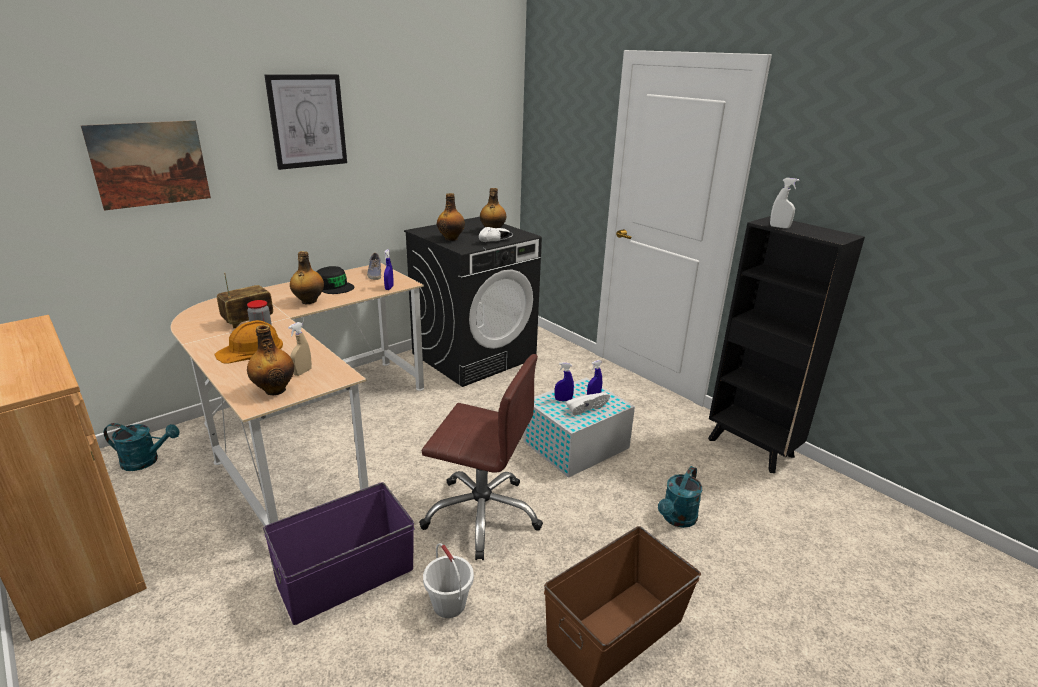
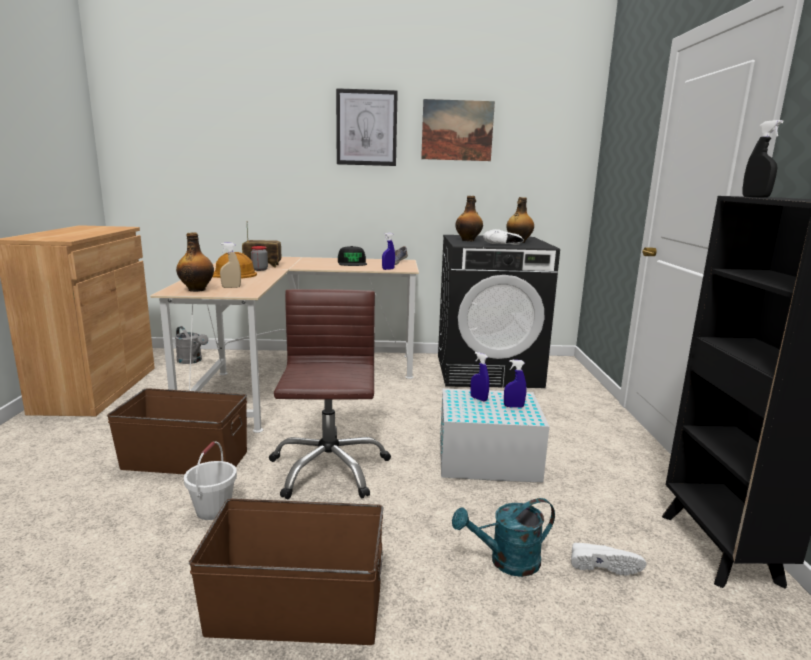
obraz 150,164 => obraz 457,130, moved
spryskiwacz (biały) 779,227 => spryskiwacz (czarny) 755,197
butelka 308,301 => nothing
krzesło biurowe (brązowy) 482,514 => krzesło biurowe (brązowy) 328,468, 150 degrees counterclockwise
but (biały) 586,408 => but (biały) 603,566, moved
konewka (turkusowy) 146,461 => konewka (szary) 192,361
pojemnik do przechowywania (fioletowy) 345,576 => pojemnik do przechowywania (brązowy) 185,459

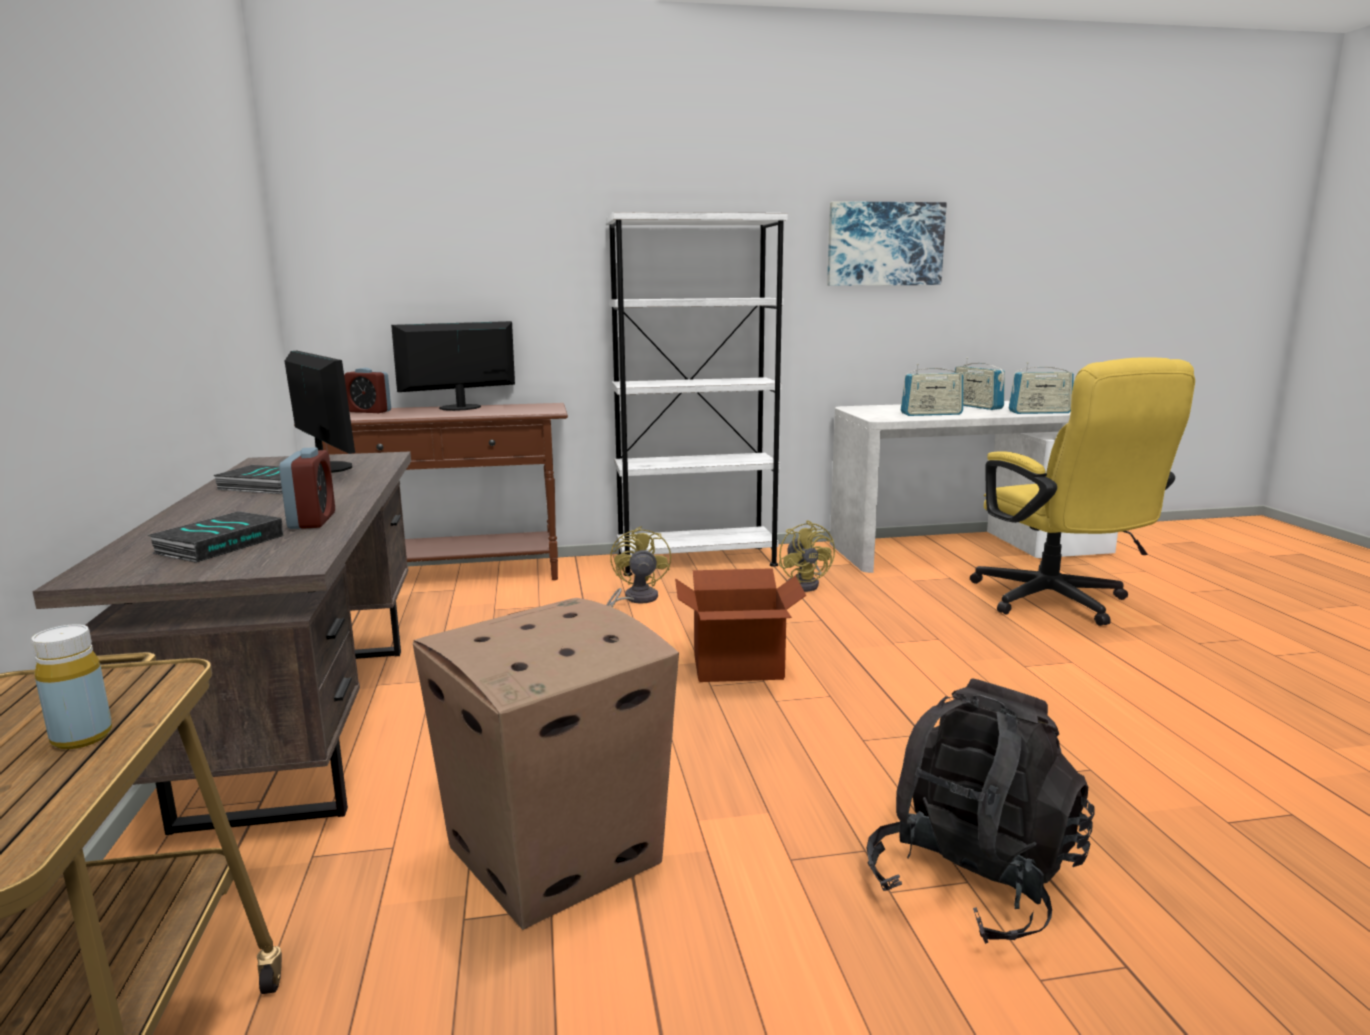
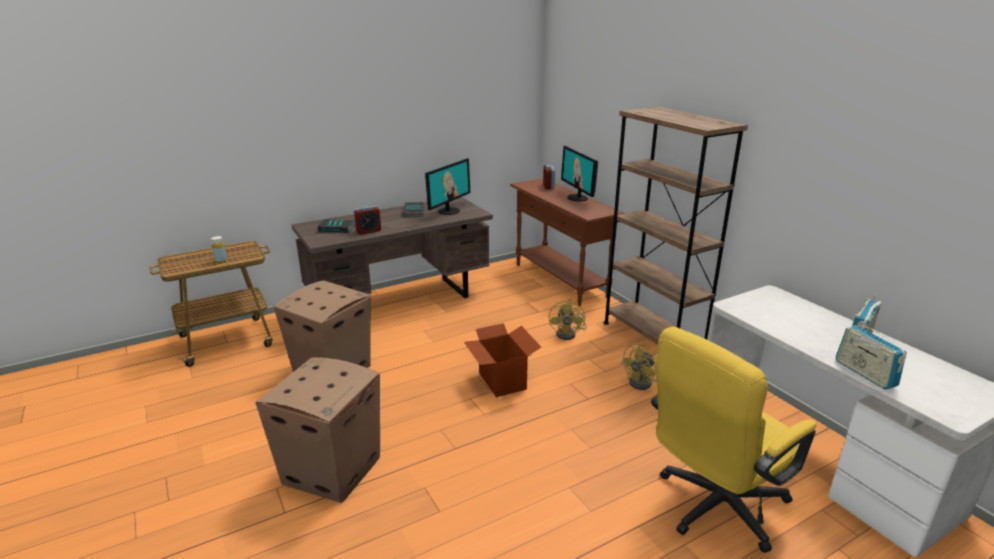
obraz 884,244 => nothing
regał (biały) 696,560 => regał (brązowy) 652,338
monitor 460,408 => monitor 578,198, 150 degrees counterclockwise
radio 931,414 => nothing
wentylator (żółty) 635,600 => wentylator (żółty) 569,334, 120 degrees clockwise
plecak (czarny) 973,881 => karton 333,470

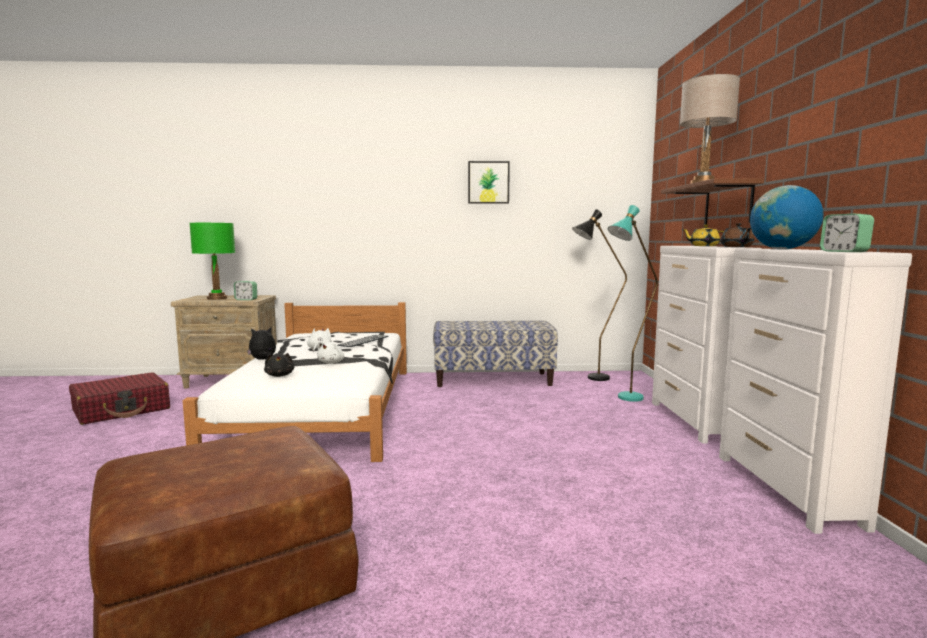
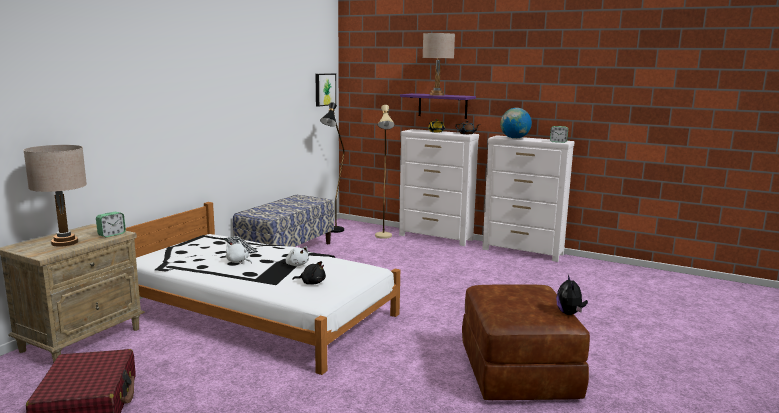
obraz 488,182 => obraz 324,89, moved
półka (brązowy) 728,204 => półka (fioletowy) 442,106
lampa stojąca (turkusowy) 624,399 => lampa stojąca (beżowy) 384,238
lampa stołowa (zielony) 217,298 => lampa stołowa (beżowy) 65,242
pluszak 263,359 => pluszak 569,313, moved

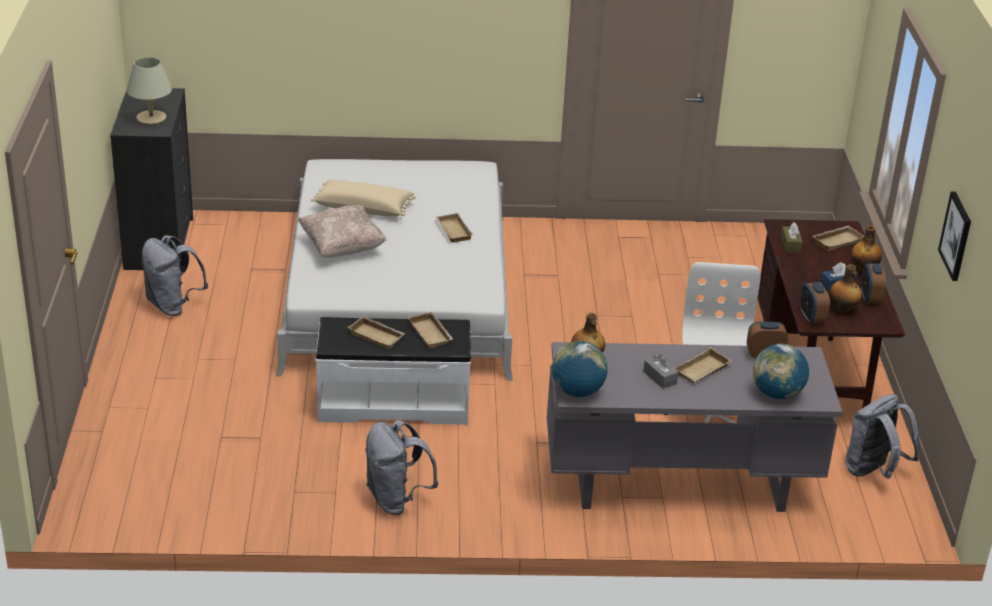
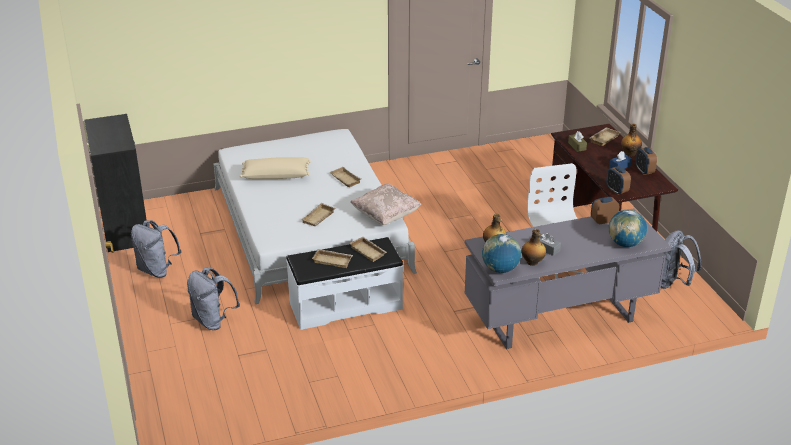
lampa stołowa (beżowy) 151,118 => nothing
obraz 956,236 => nothing
poduszka (beżowy) 342,248 => poduszka (beżowy) 386,216, moved
butelka 842,310 => butelka 532,262, moved
taca (beżowy) 702,371 => taca (beżowy) 319,218, moved
plecak (szary) 397,500 => plecak (szary) 213,321, moved

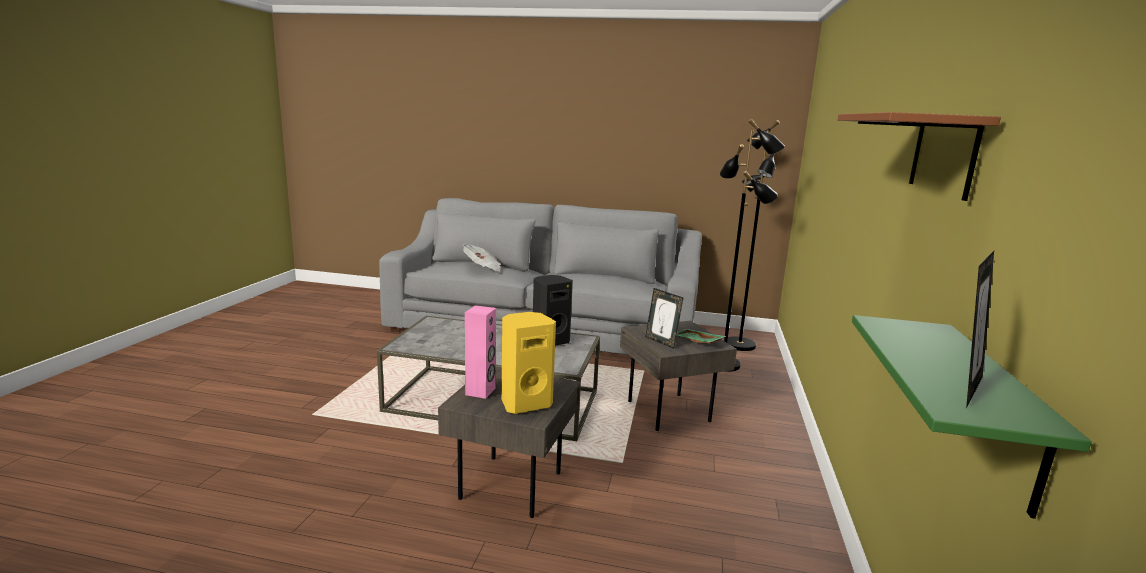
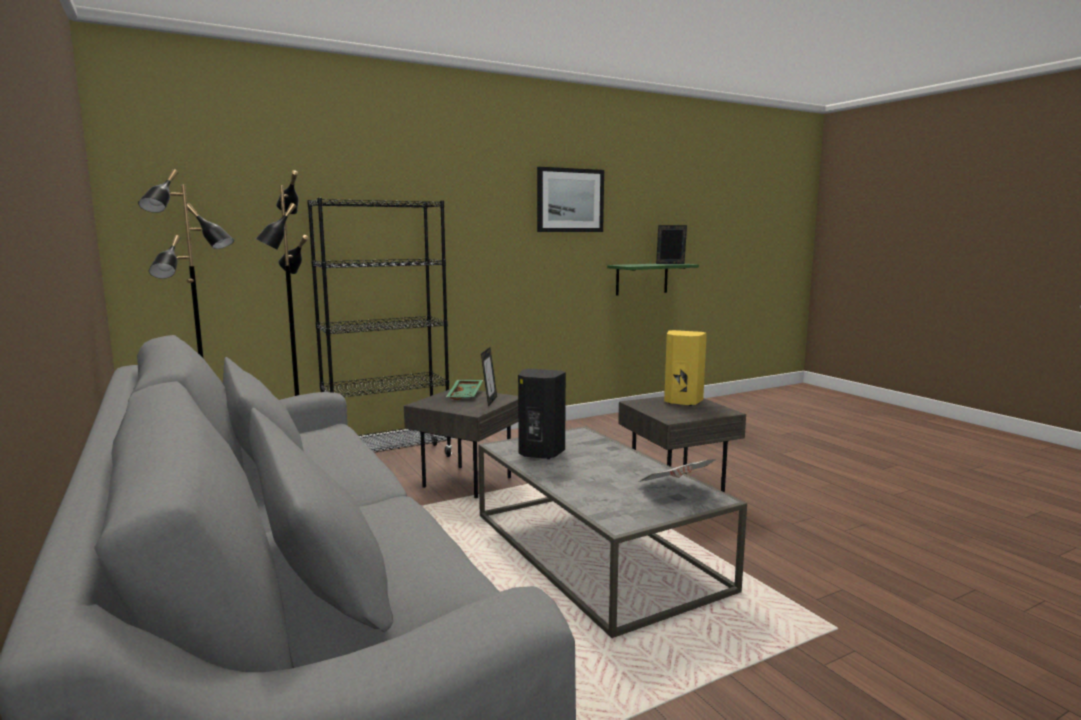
półka (brązowy) 943,154 => obraz 570,200
gazeta 482,268 => gazeta 675,490, moved
głośnik (różowy) 481,391 => nothing
nothing => regał (czarny) 388,459

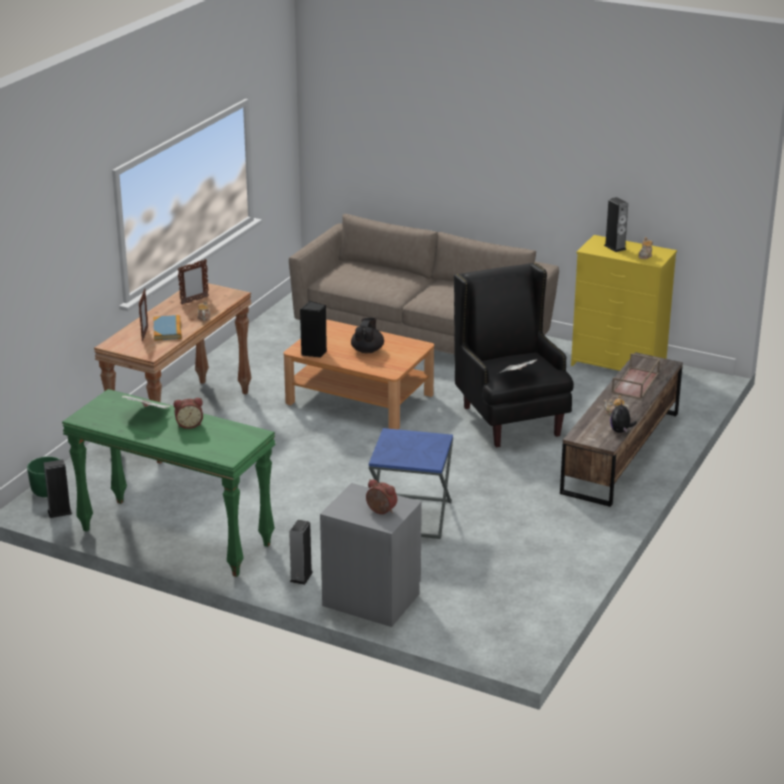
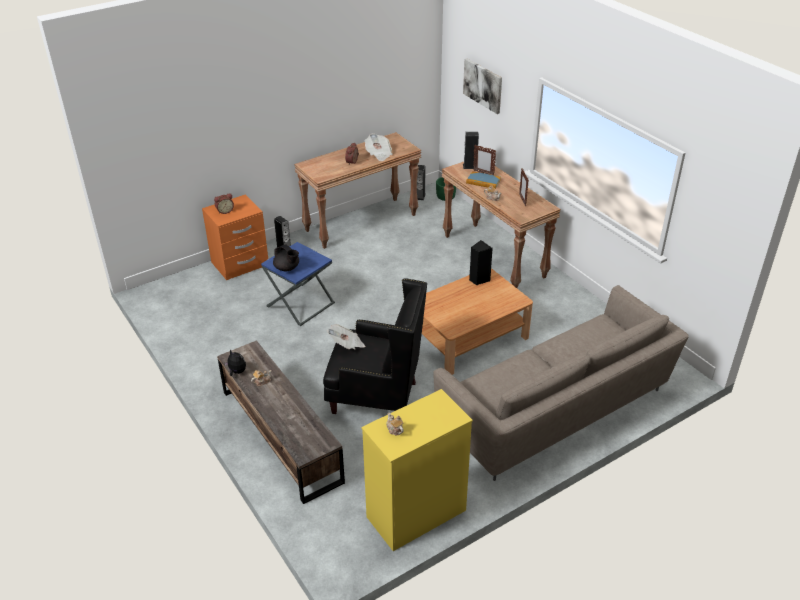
głośnik 615,247 => głośnik 470,166, moved
imbryk (czarny) 367,350 => imbryk (czarny) 287,268, moved
taca (brązowy) 636,383 => nothing
stolik konsolowy (zielony) 174,538 => stolik konsolowy (brązowy) 361,222
szafka nocna (szary) 372,599 => szafka nocna (pomarańczowy) 240,264
nothing => obraz 483,85

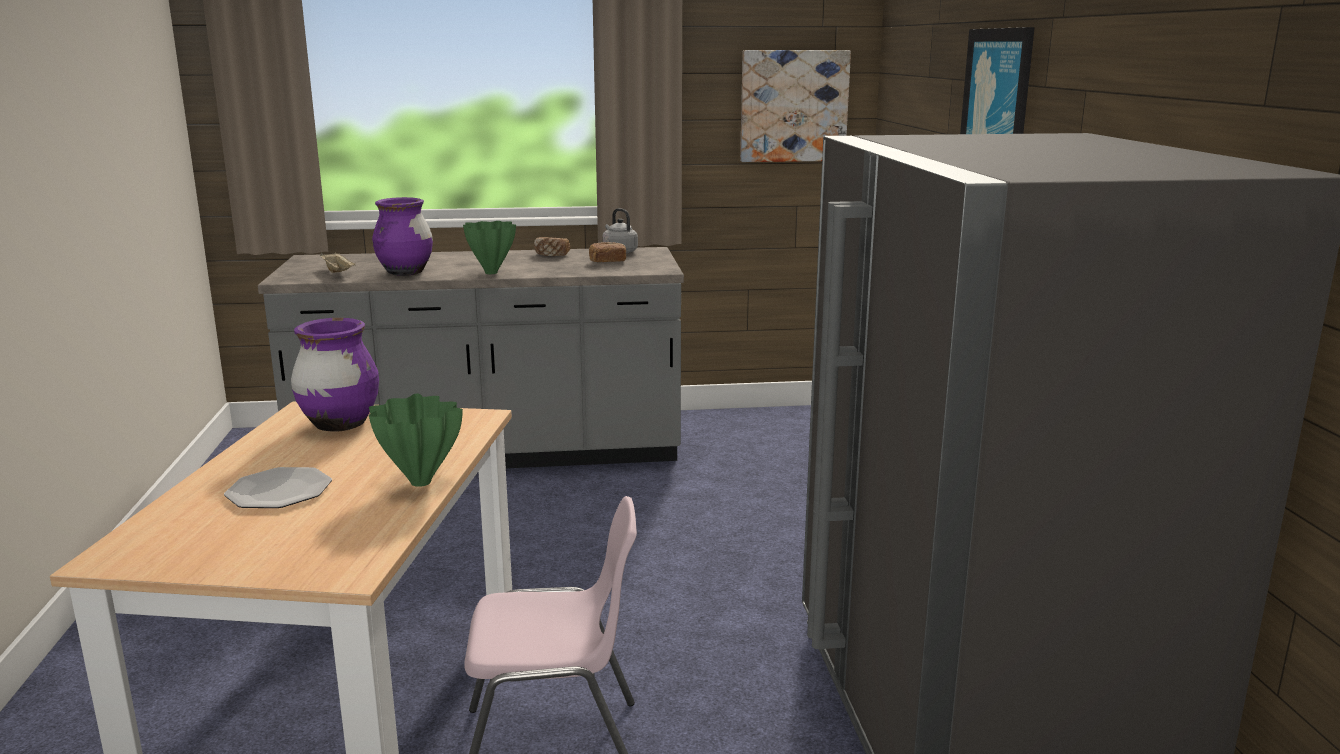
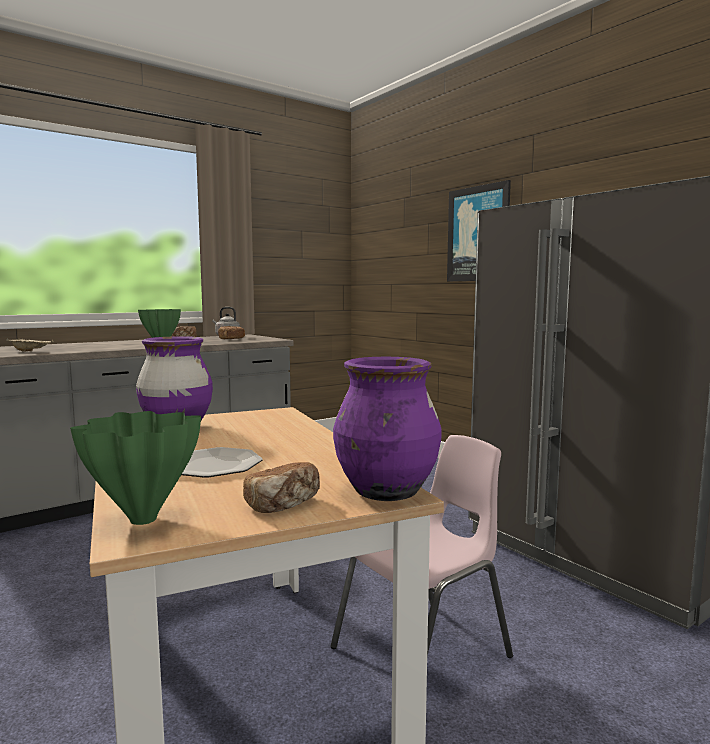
obraz 793,106 => nothing
wazon (fioletowy) 405,273 => wazon (fioletowy) 387,492, moved
wazon (zielony) 419,482 => wazon (zielony) 140,520, moved
nothing => chleb 284,504

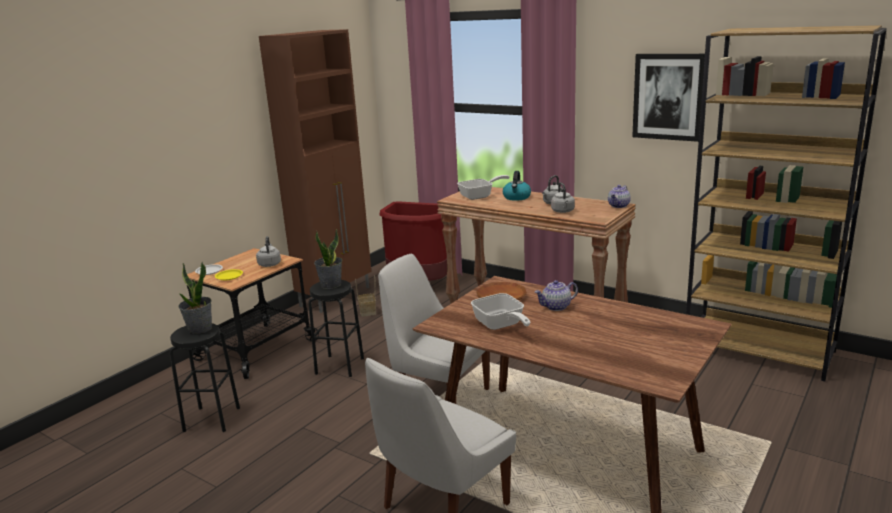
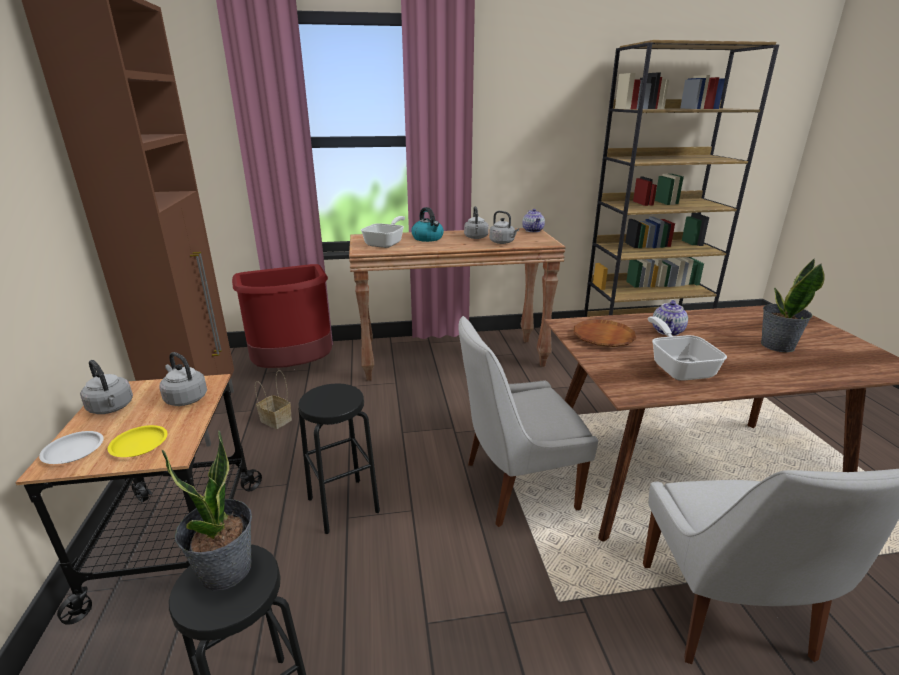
obraz 668,96 => nothing
roślina doniczkowa 330,285 => roślina doniczkowa 776,345, moved
patelnia 500,325 => patelnia 678,367, 120 degrees counterclockwise
nothing => czajnik (szary) 112,408

